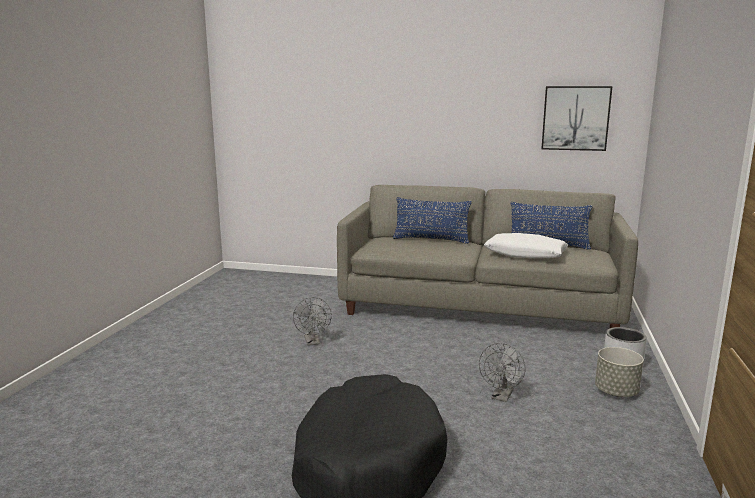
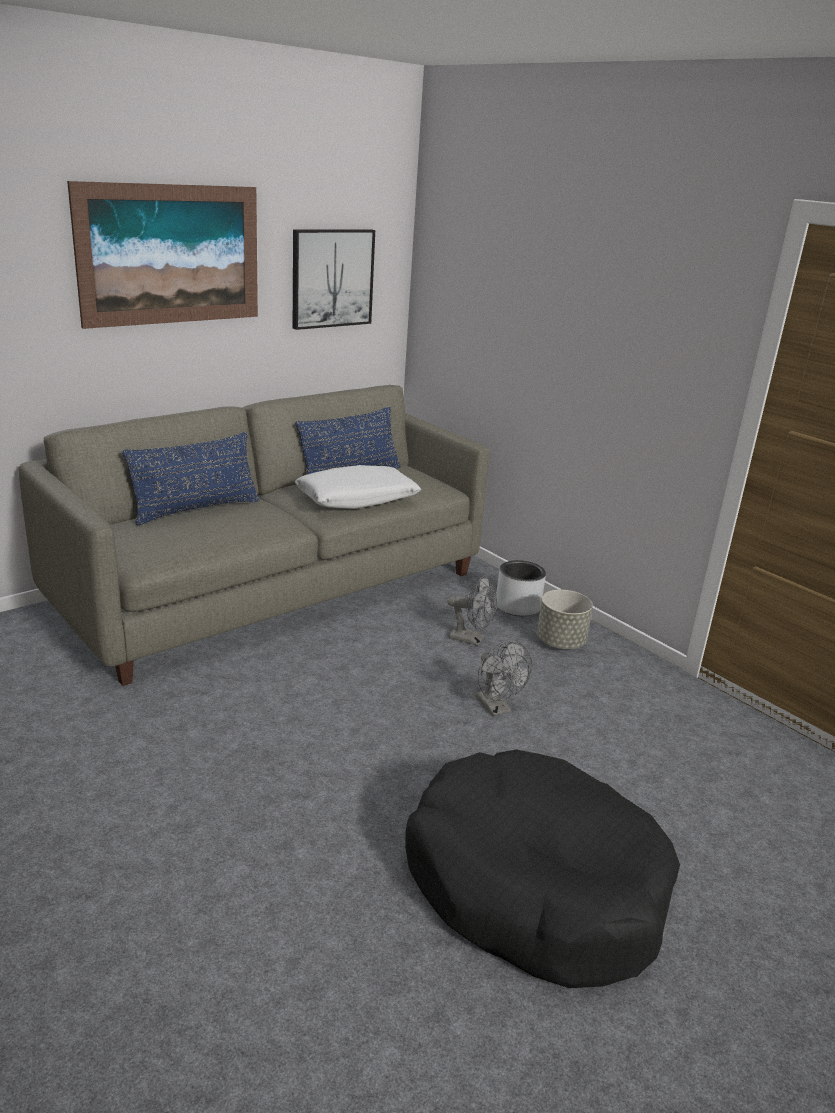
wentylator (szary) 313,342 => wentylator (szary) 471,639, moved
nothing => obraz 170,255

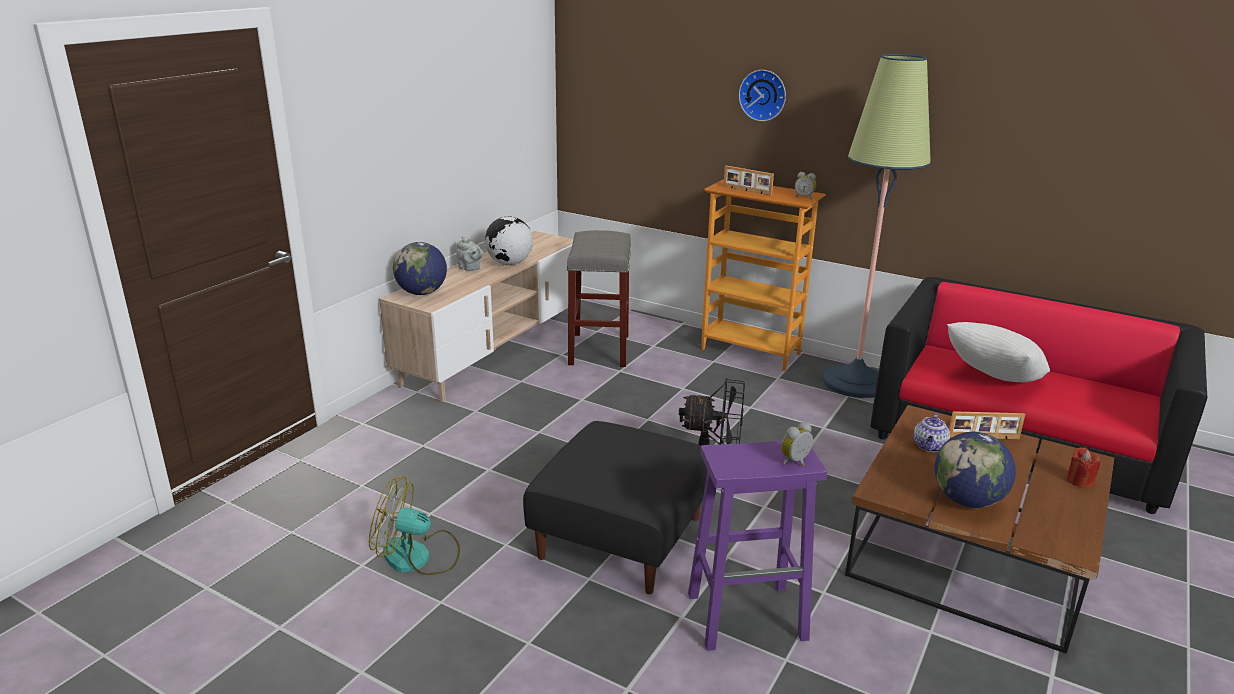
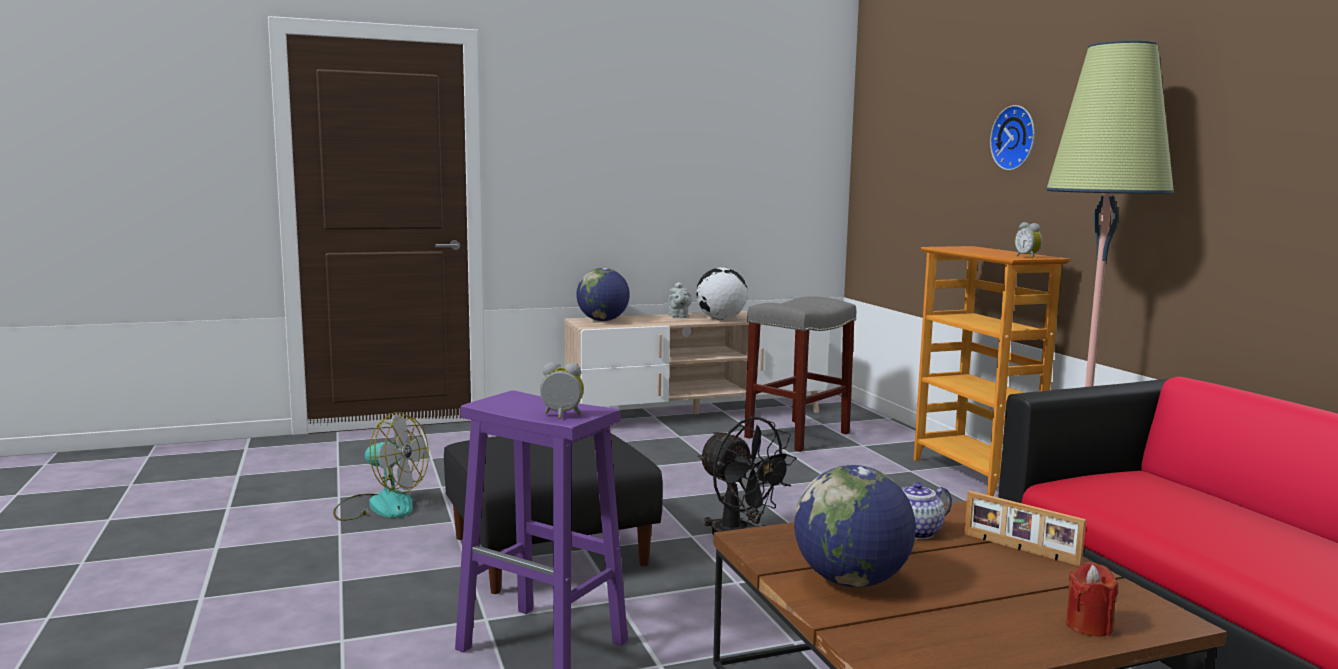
ramka na zdjęcie 746,191 => nothing
poduszka (biały) 991,380 => nothing
wentylator 418,557 => wentylator 380,505, 150 degrees clockwise

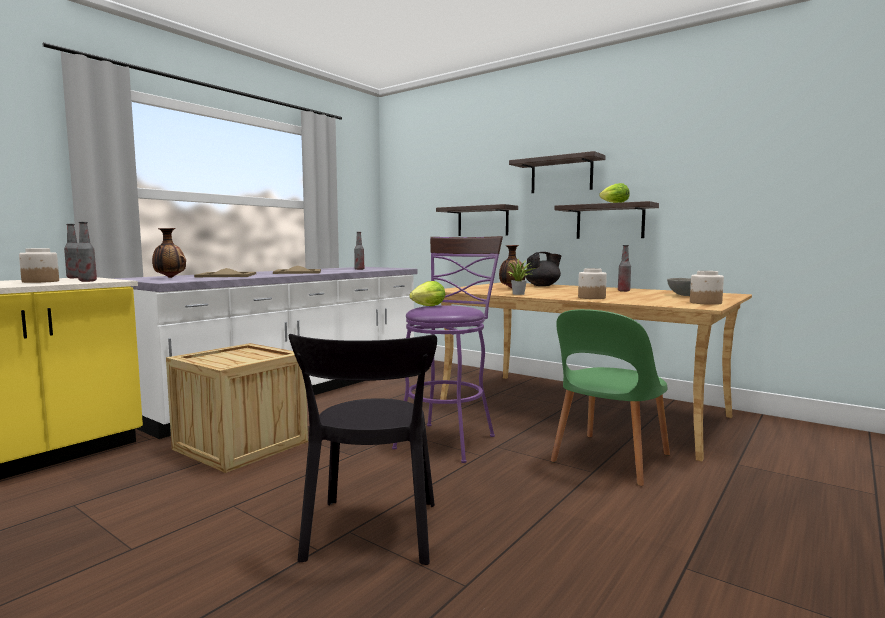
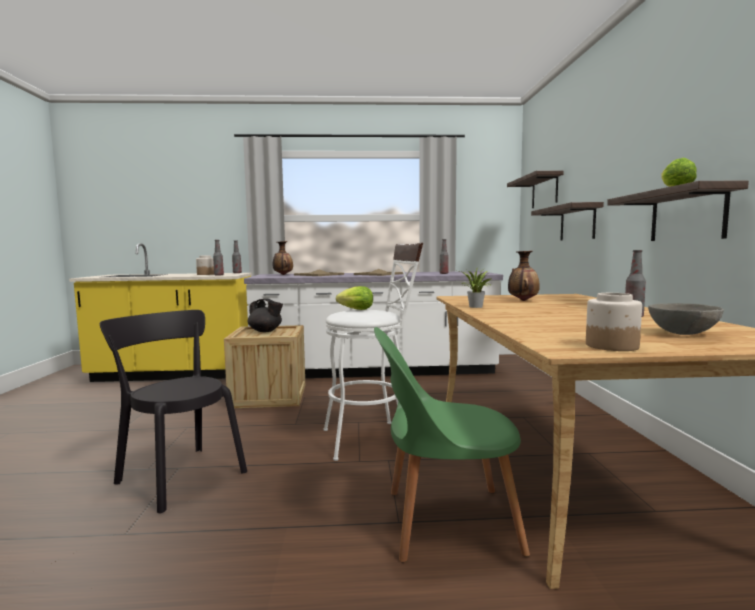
półka 561,175 => półka 544,191, moved
stołek (fioletowy) 448,439 => stołek (biały) 373,438
imbryk (czarny) 543,286 => imbryk (czarny) 266,331, moved
słoik 591,298 => nothing
krzesło (czarny) 371,534 => krzesło (czarny) 179,475, 75 degrees clockwise

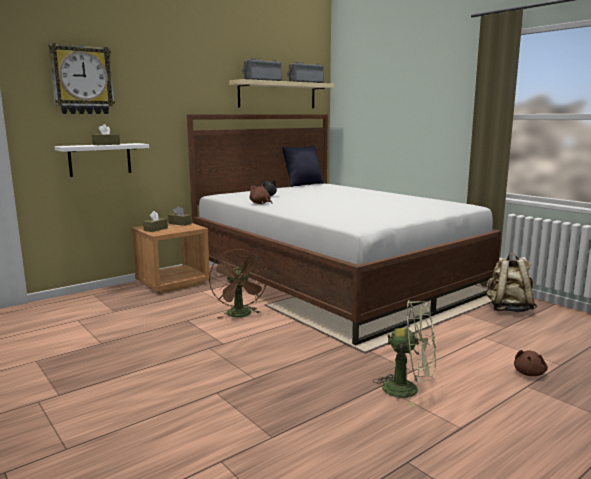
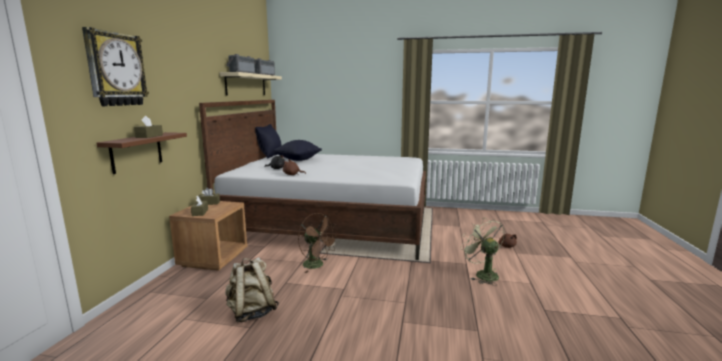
półka (biały) 100,159 => półka (brązowy) 136,152
plecak (beżowy) 508,309 => plecak (beżowy) 251,312, moved
wentylator (zielony) 408,389 => wentylator (zielony) 482,274, 90 degrees counterclockwise
nothing => poduszka (czarny) 298,160

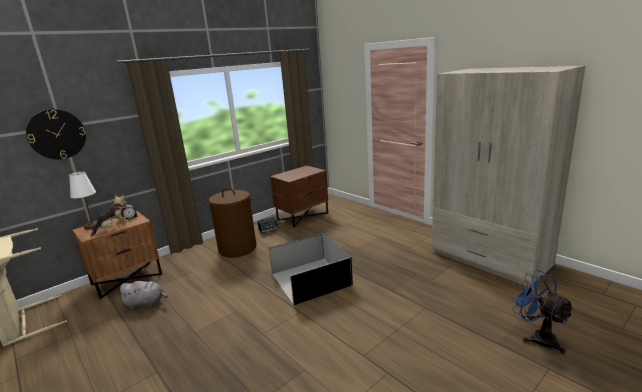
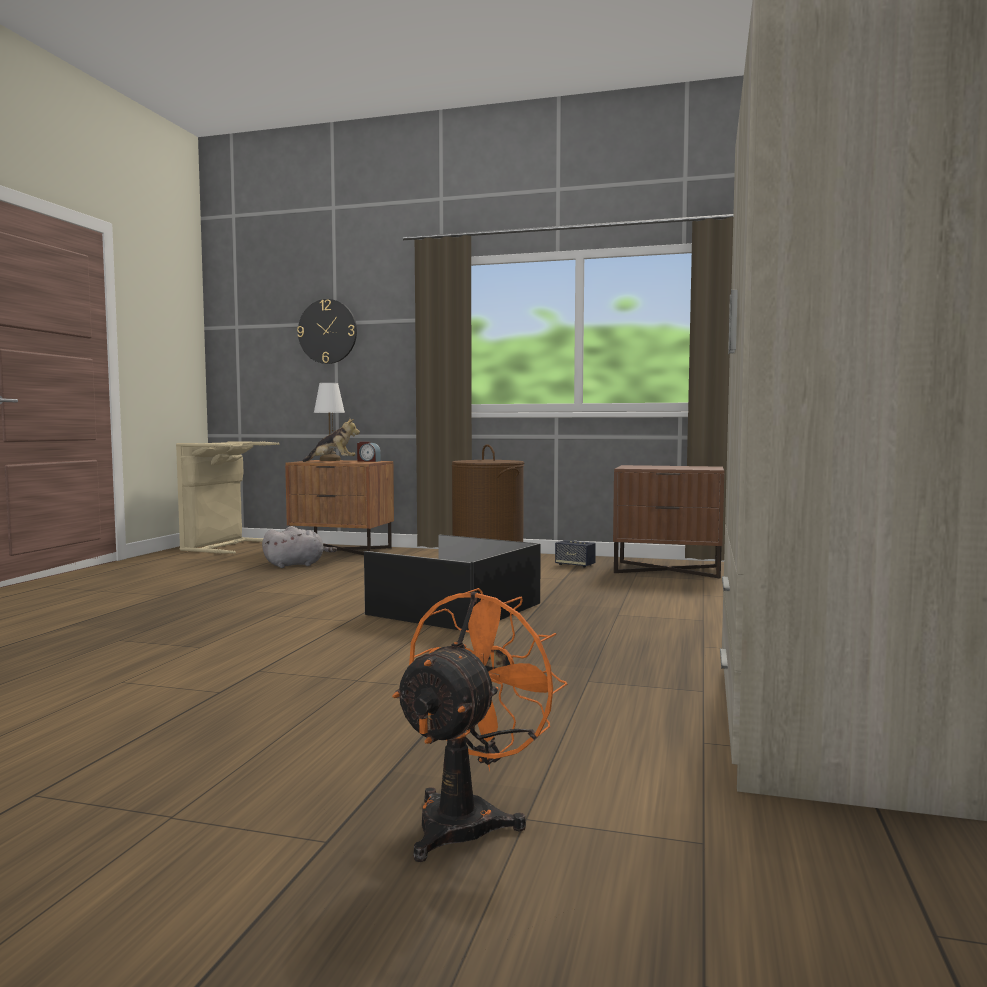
wentylator (niebieski) 538,337 => wentylator (pomarańczowy) 469,818
pluszak (szary) 146,303 => pluszak (szary) 297,565, 75 degrees counterclockwise

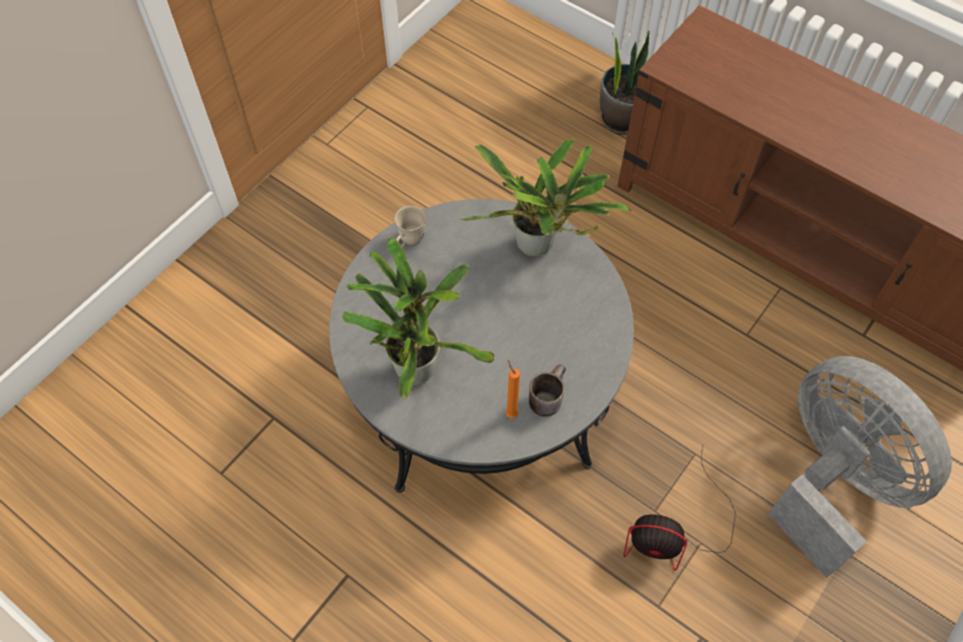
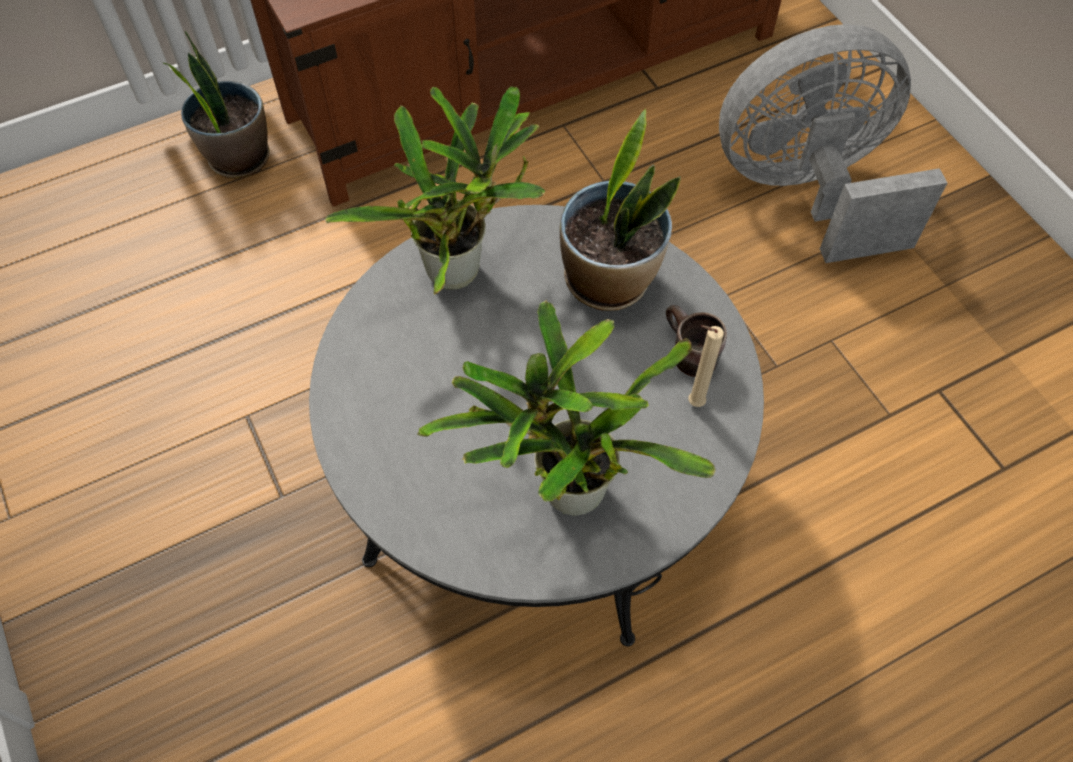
kubek (beżowy) 409,241 => nothing
świeca (pomarańczowy) 510,413 => świeca (beżowy) 693,403
wentylator 674,534 => nothing
nothing => roślina doniczkowa 609,280

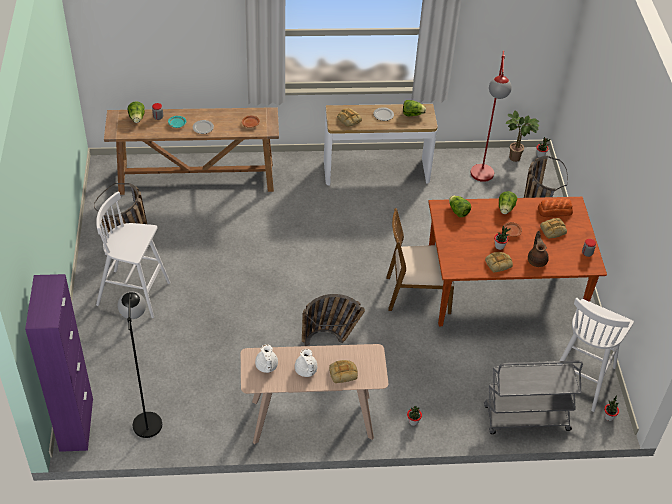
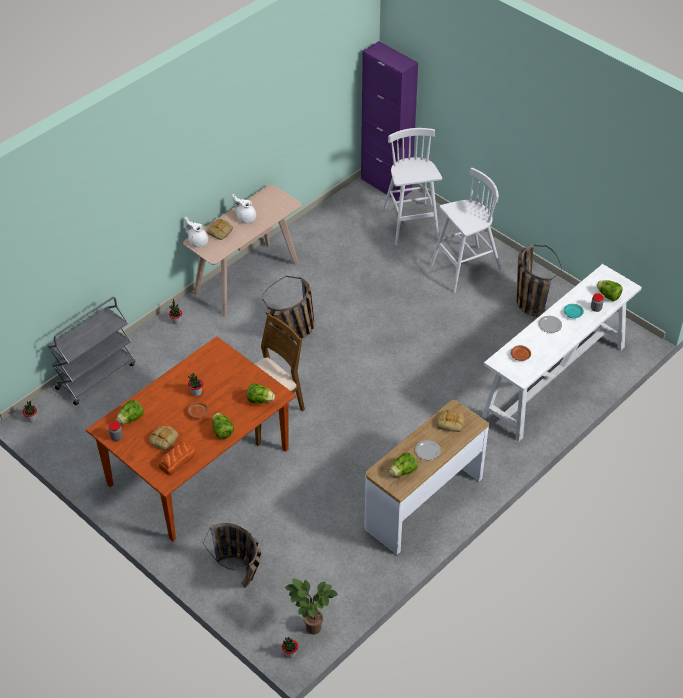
lampa stojąca (czerwony) 482,179 => nothing
stolik konsolowy (brązowy) 197,179 => stolik konsolowy (biały) 554,381
imbryk (brązowy) 537,260 => nothing
chleb 498,263 => nothing
lampa stojąca (czarny) 147,416 => nothing
stołek (biały) 581,377 => stołek (biały) 411,225, moved
imbryk (biały) 266,366 => imbryk (biały) 197,241, moved
nothing => sałata 131,419

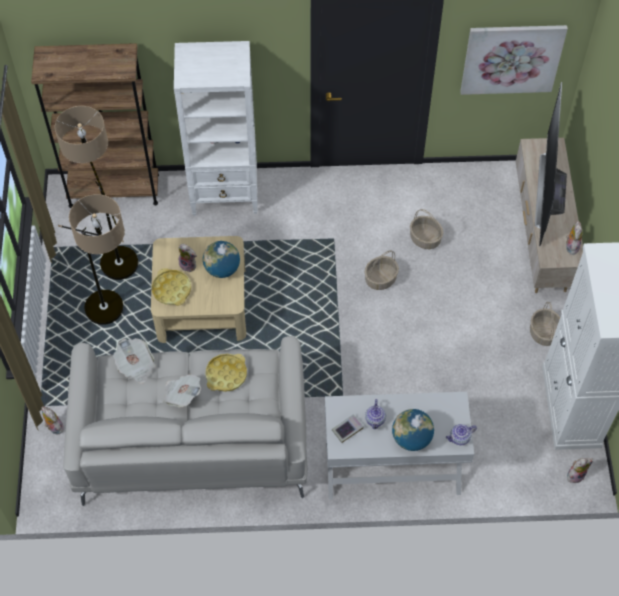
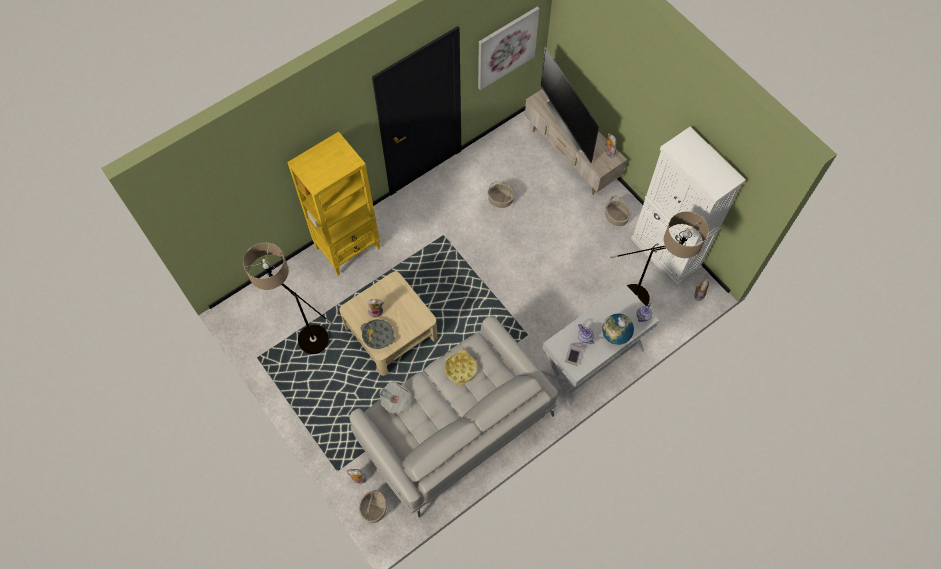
regał (biały) 225,194 => regał (żółty) 348,248
regał (brązowy) 114,190 => nothing
lampa stojąca 114,317 => lampa stojąca 646,300, moved
globus 222,269 => nothing
koszyk 380,278 => koszyk 374,509, moved
taca (żółty) 171,289 => taca (szary) 378,335
gazeta 182,394 => nothing

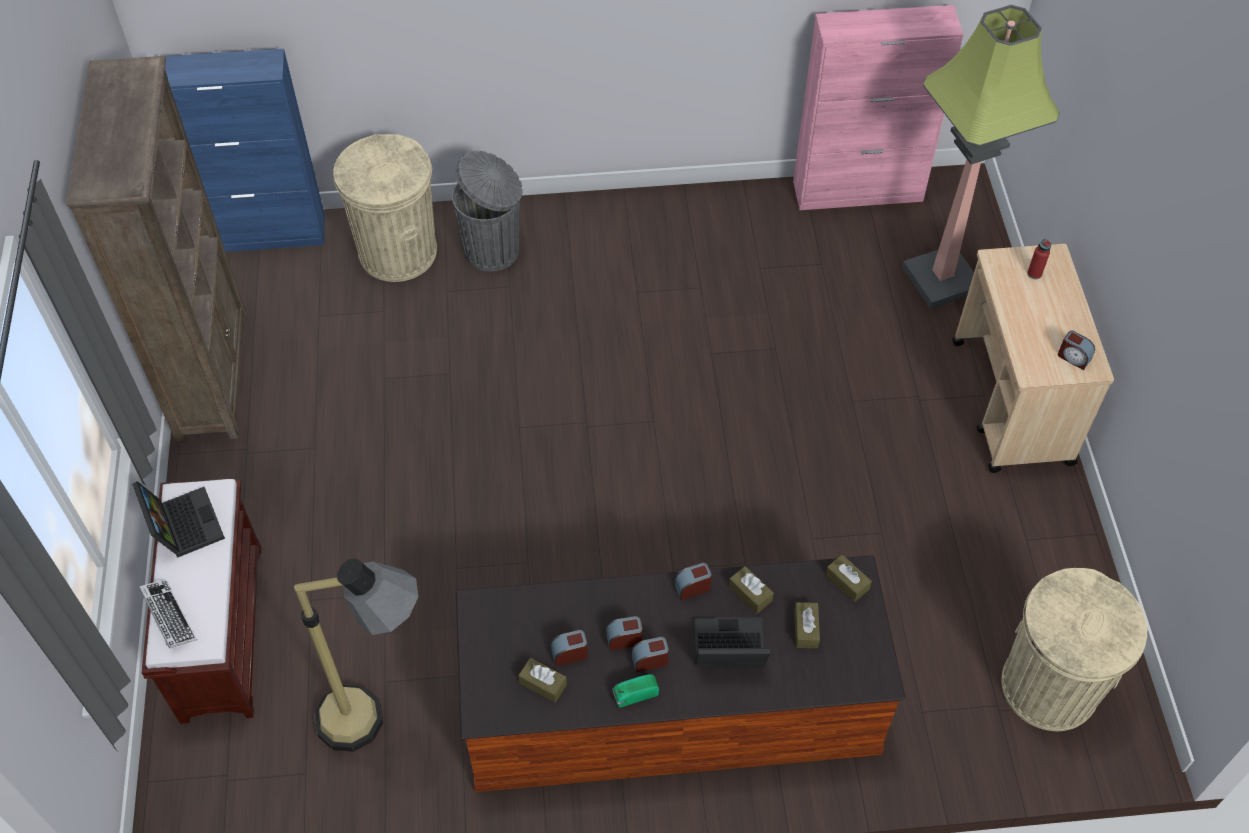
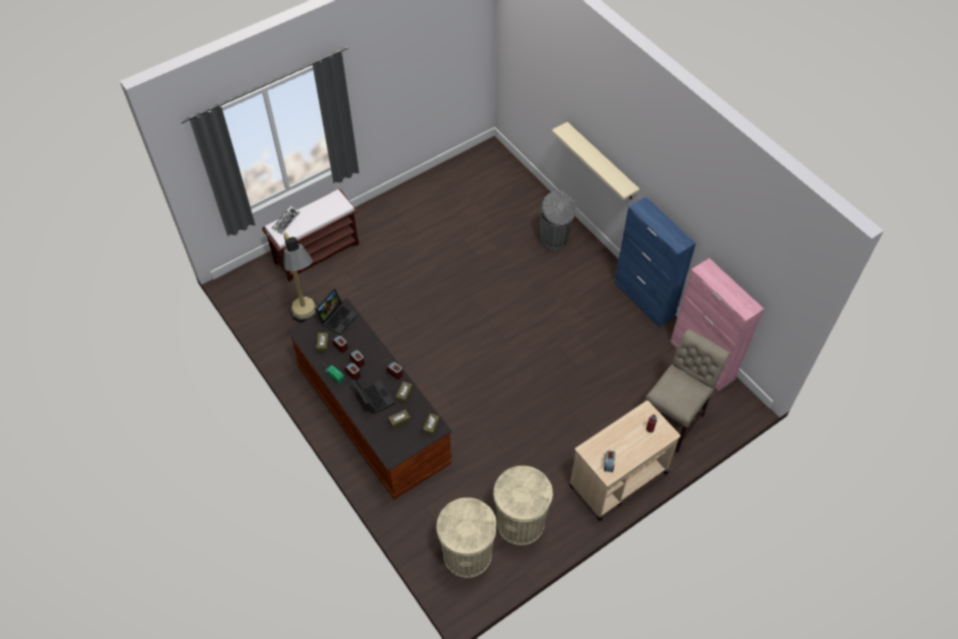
lampa stojąca 941,278 => krzesło (beżowy) 674,419
szafka (niebieski) 261,234 => szafka (niebieski) 644,300, moved
regał (brązowy) 212,375 => nothing
kosz na śmieci (beżowy) 397,252 => kosz na śmieci (beżowy) 520,522, moved
laptop 183,524 => laptop 337,317, moved
nothing => półka (beżowy) 601,162

